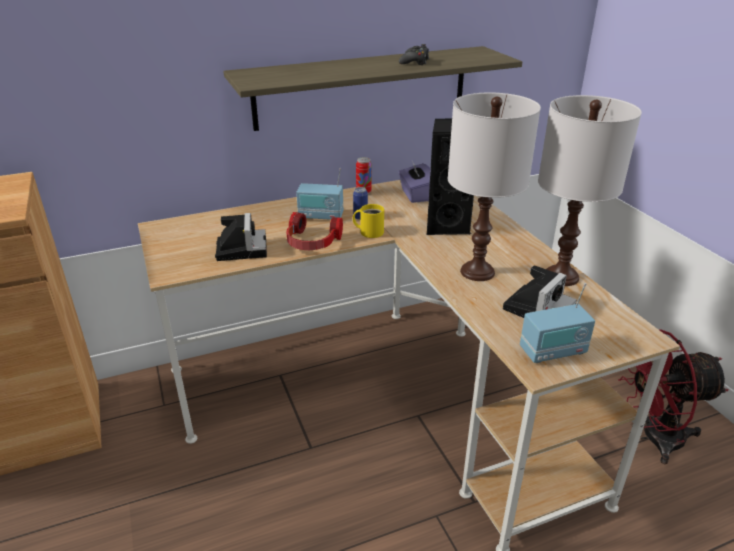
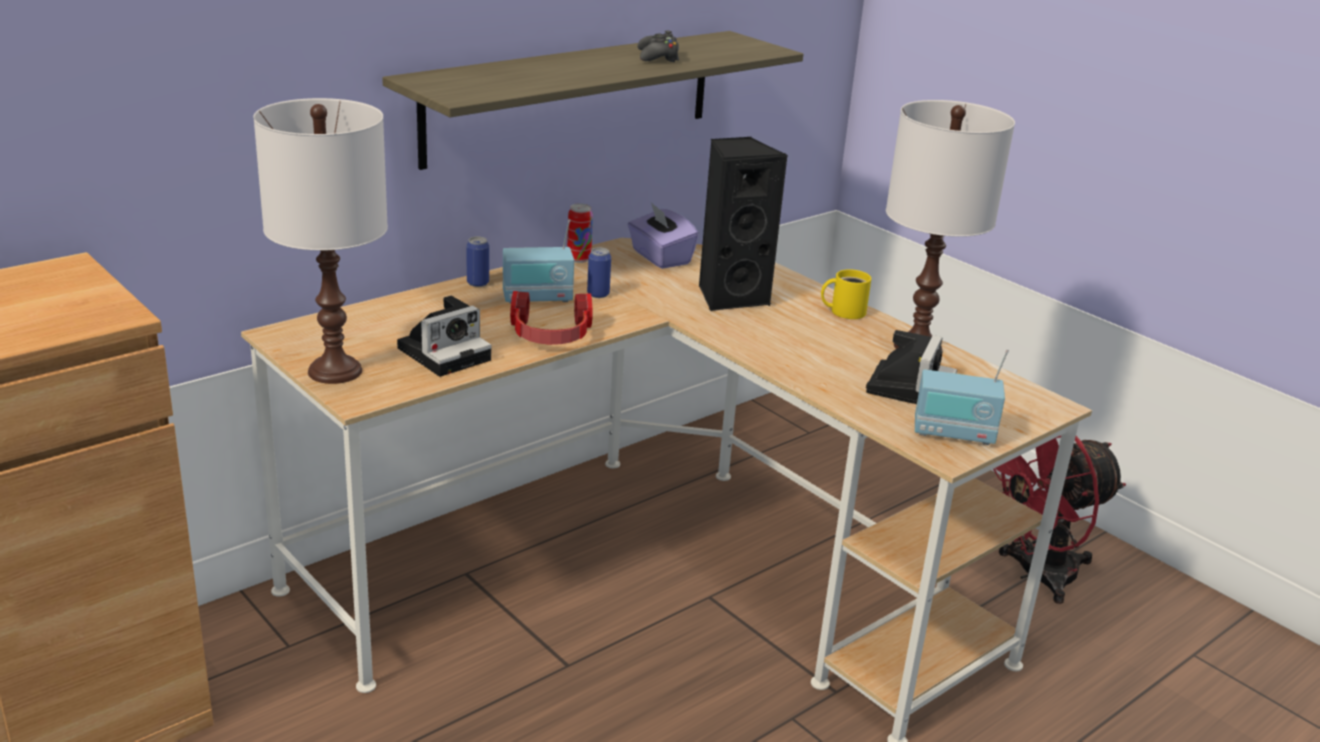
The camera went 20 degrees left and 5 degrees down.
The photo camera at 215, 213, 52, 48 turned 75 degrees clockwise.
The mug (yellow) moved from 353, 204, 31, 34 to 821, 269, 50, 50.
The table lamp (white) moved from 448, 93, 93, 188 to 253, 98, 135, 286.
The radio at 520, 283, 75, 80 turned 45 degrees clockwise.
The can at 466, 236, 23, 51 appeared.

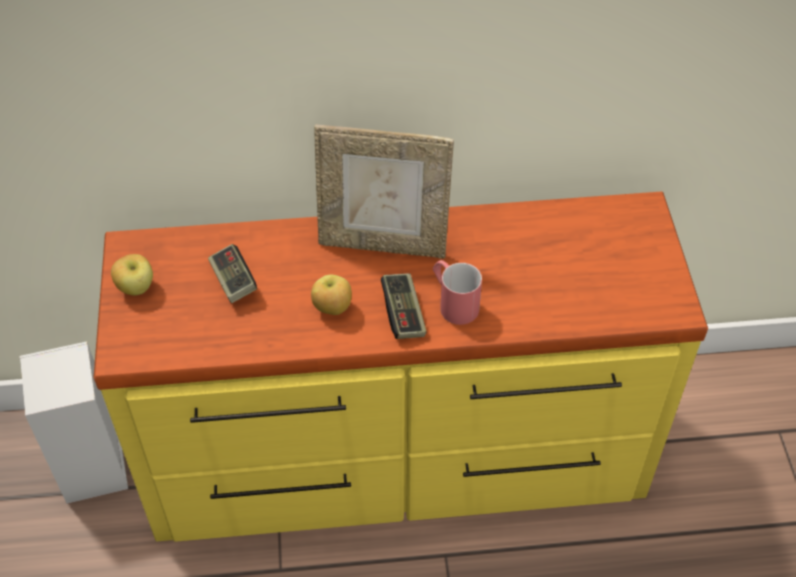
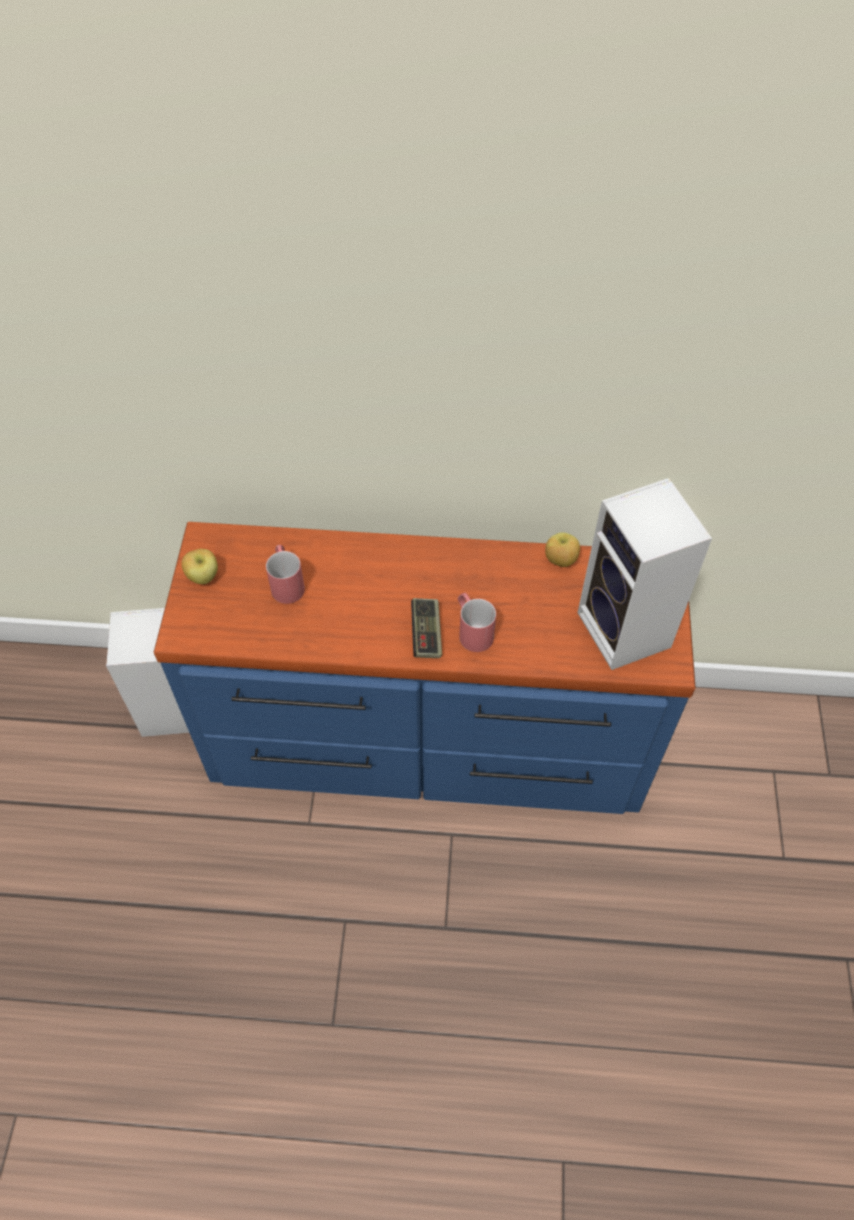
The camera went 10 degrees right and 5 degrees up.
The dresser (yellow) at 93, 191, 615, 351 became the dresser (blue) at 154, 522, 542, 292.
The game controller at 208, 244, 49, 59 was replaced by the mug (red) at 266, 545, 39, 59.
The apple moved from 311, 275, 41, 40 to 545, 532, 35, 35.
The picture frame at 314, 124, 140, 135 disappeared.
The speaker at 577, 478, 135, 192 appeared.

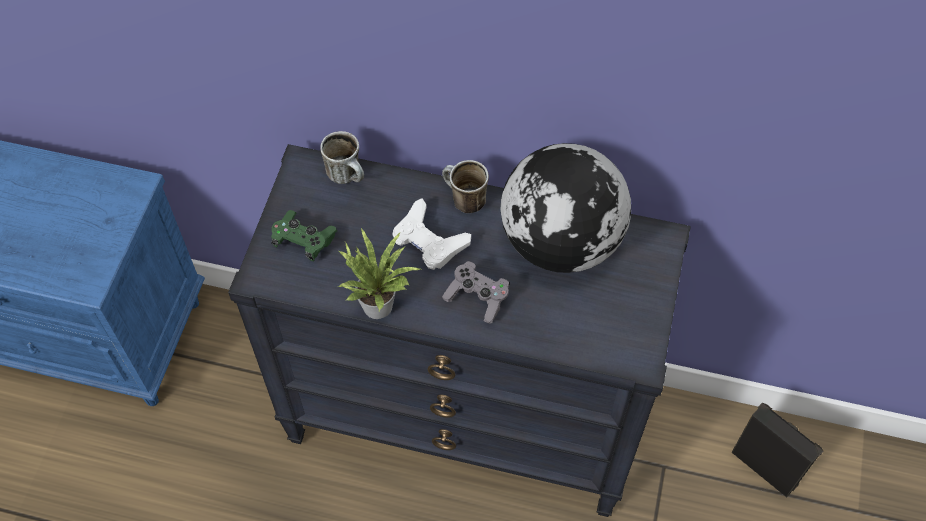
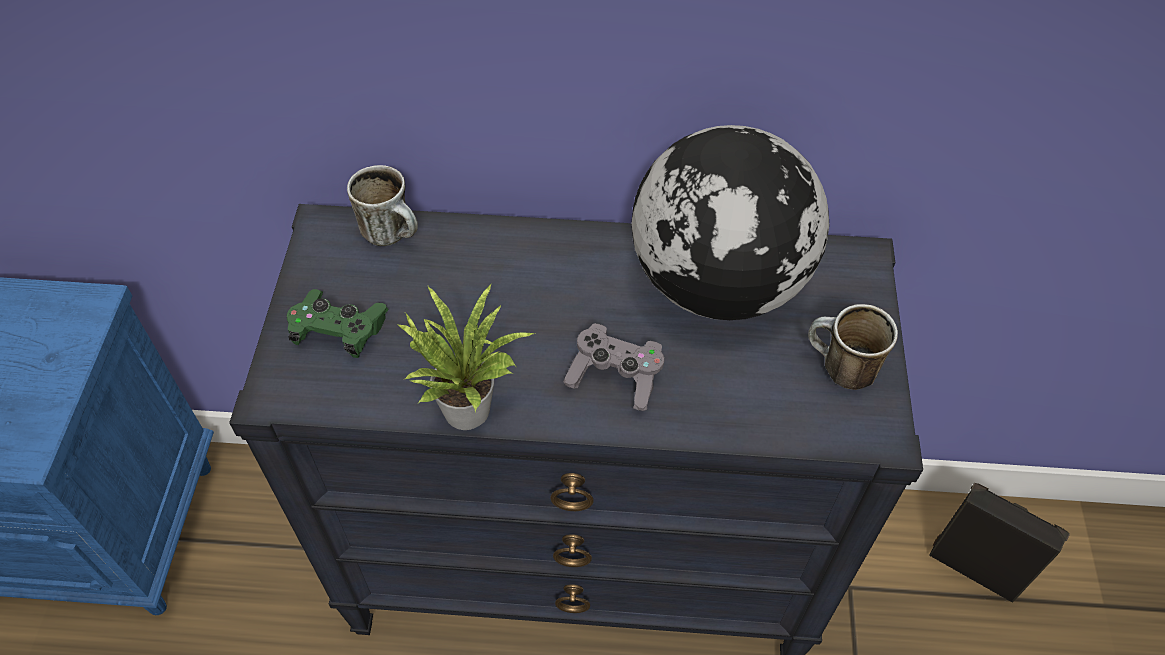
The camera went 10 degrees left and 5 degrees down.
The game controller (white) at 392, 198, 79, 72 disappeared.
The mug moved from 442, 160, 47, 53 to 808, 304, 90, 86.

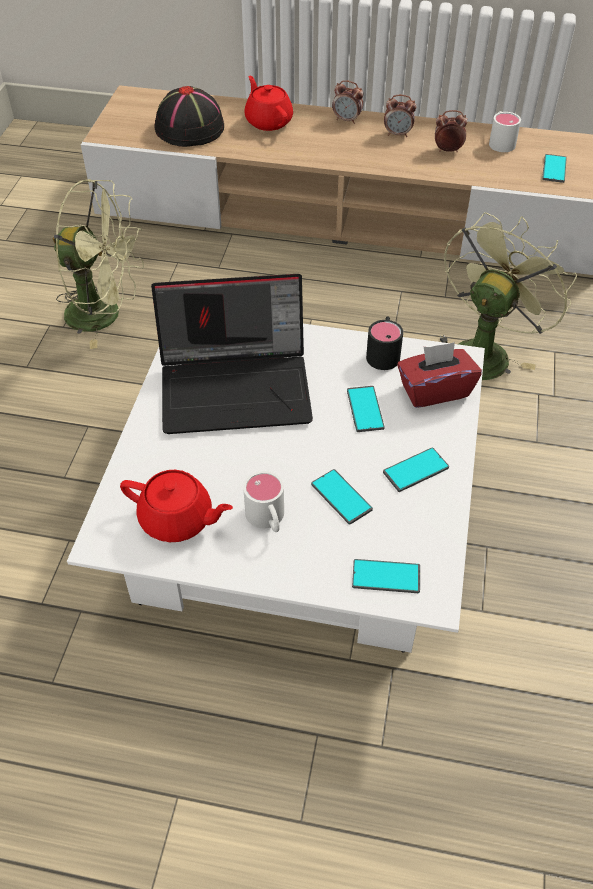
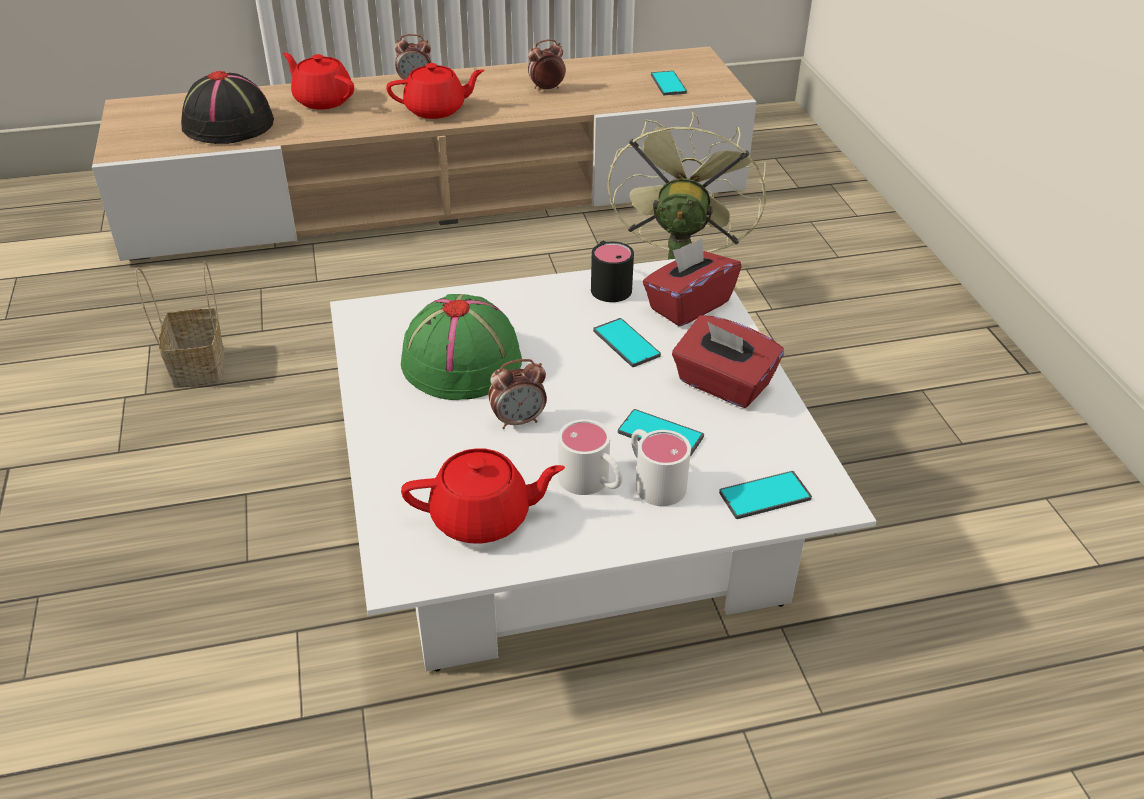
The camera went 25 degrees left and 10 degrees down.
The fan (green) at 53, 179, 91, 170 was replaced by the basket at 135, 261, 89, 127.
The laptop at 151, 274, 162, 160 was replaced by the hat (green) at 401, 294, 121, 106.
The phone at 383, 447, 66, 45 was replaced by the tissue box (red) at 672, 315, 112, 93.
The alarm clock moved from 384, 94, 33, 43 to 488, 359, 59, 70.
The mug (white) moved from 489, 111, 32, 41 to 631, 429, 60, 77.
The teapot (red) at 386, 63, 99, 56 appeared.

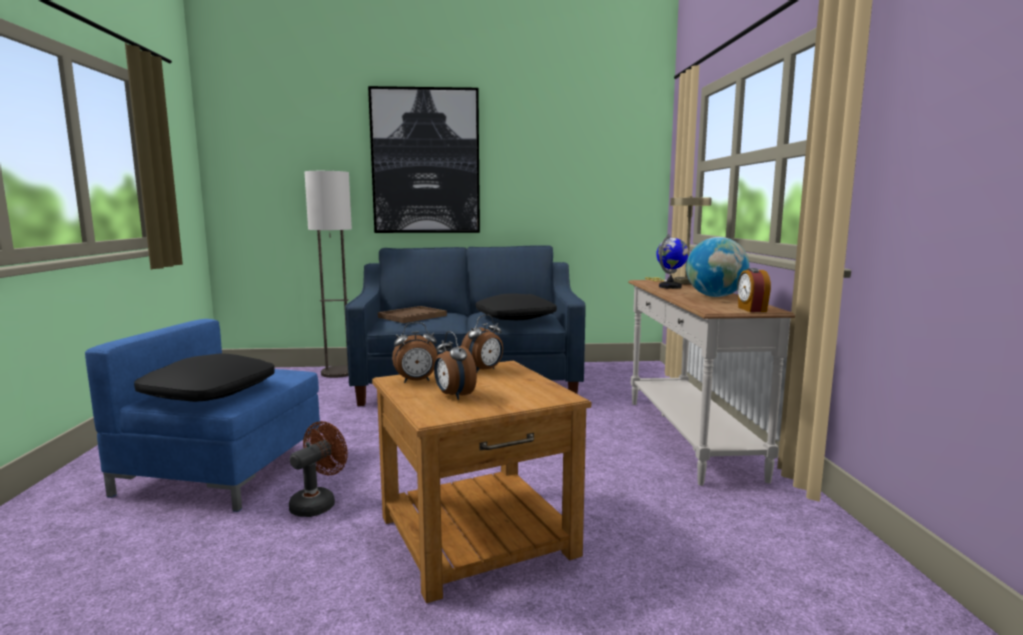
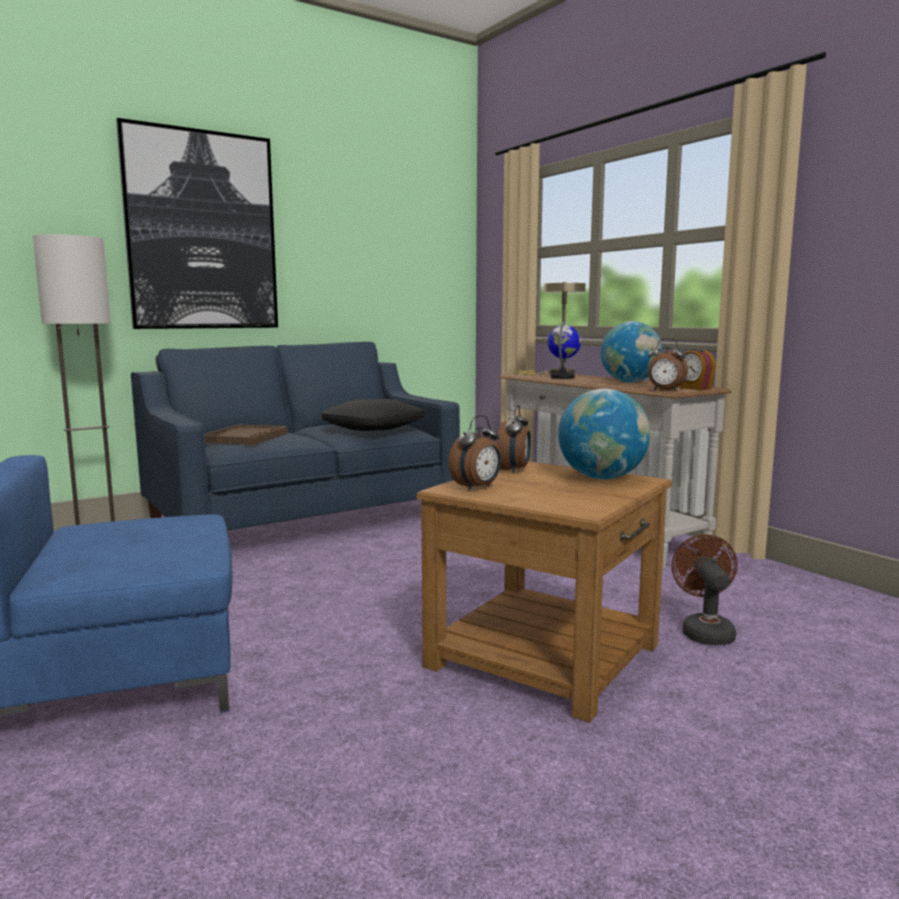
The camera went 30 degrees left and 0 degrees up.
The pillow (black) at 134, 353, 141, 49 disappeared.
The fan (brown) moved from 289, 421, 59, 96 to 672, 534, 66, 111.
The alarm clock moved from 434, 331, 43, 69 to 648, 338, 40, 53.
The globe at 558, 389, 93, 91 appeared.

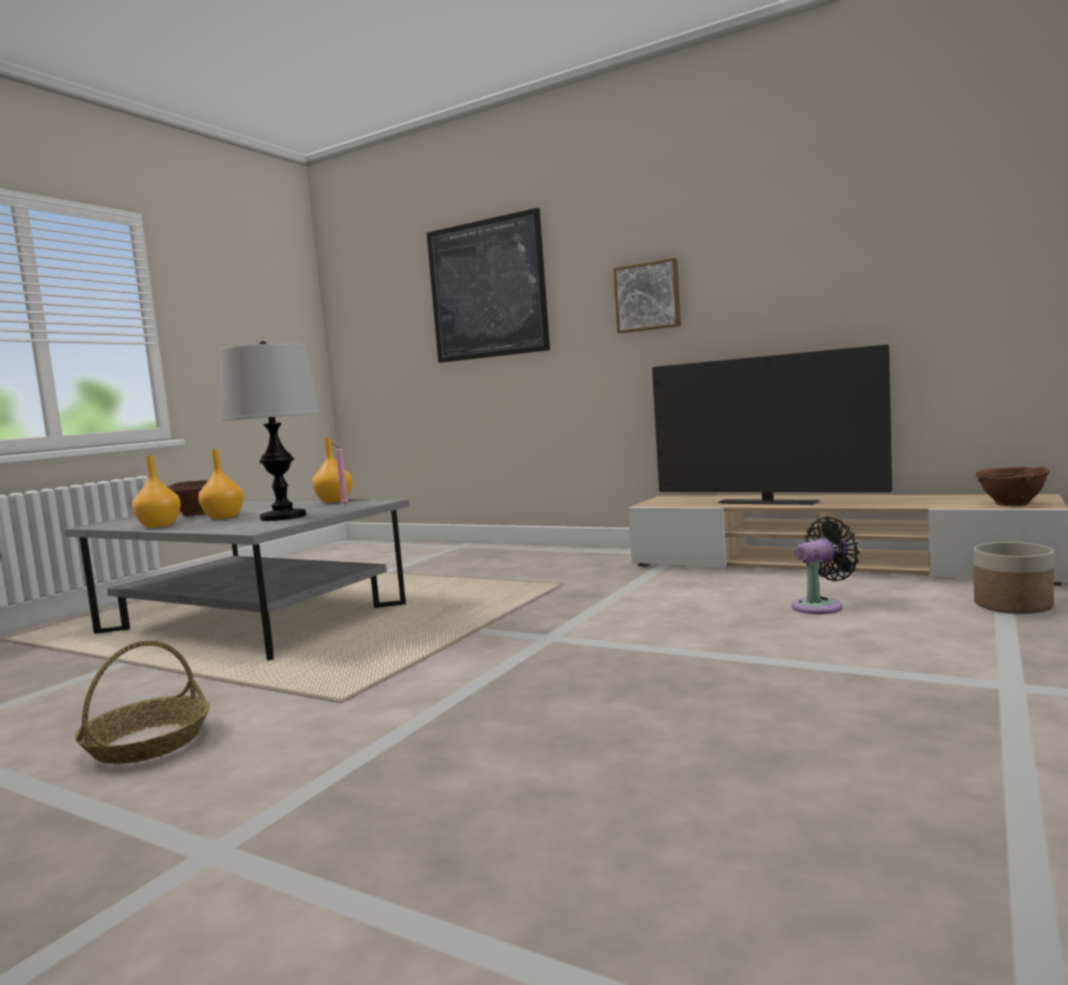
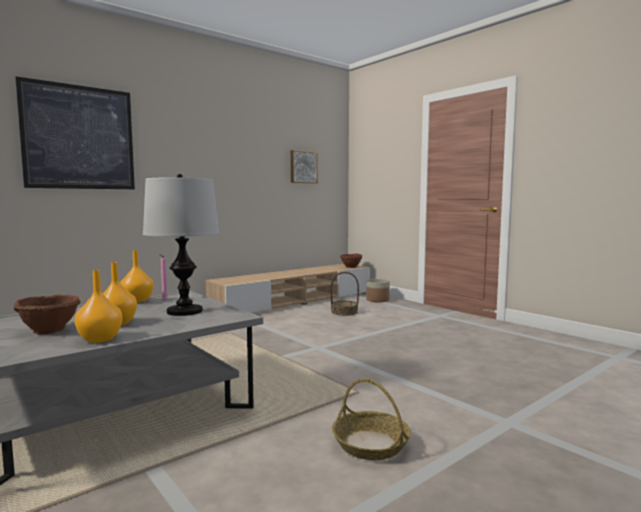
The camera went 70 degrees left and 0 degrees up.
The picture moved from 613, 258, 68, 75 to 291, 150, 27, 34.
The television at 652, 345, 240, 160 disappeared.
The fan (black) at 792, 517, 68, 97 was replaced by the basket at 330, 272, 29, 44.

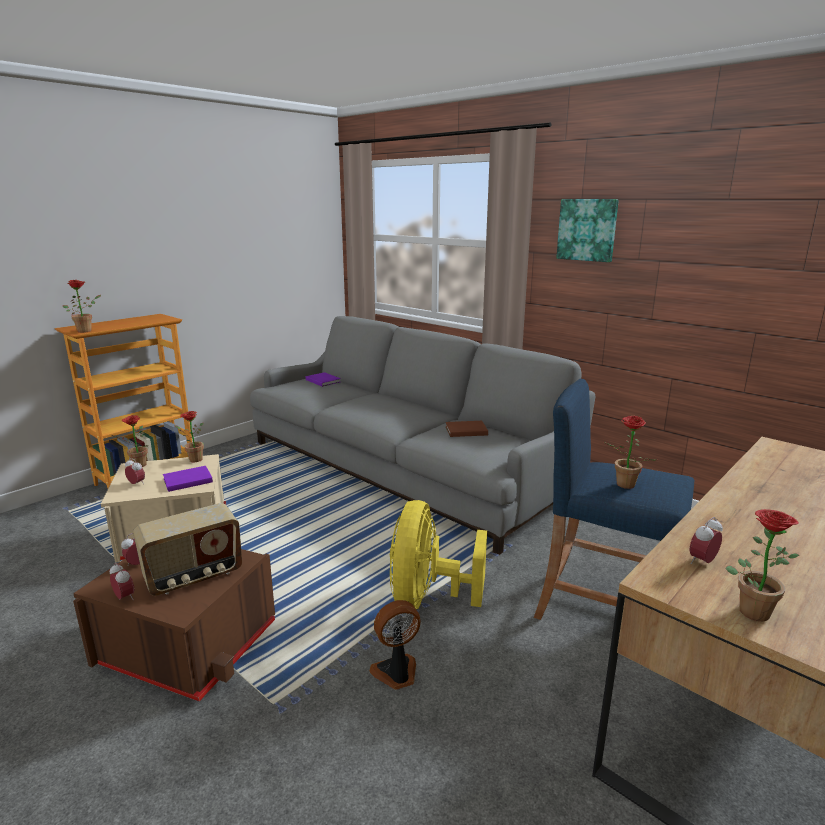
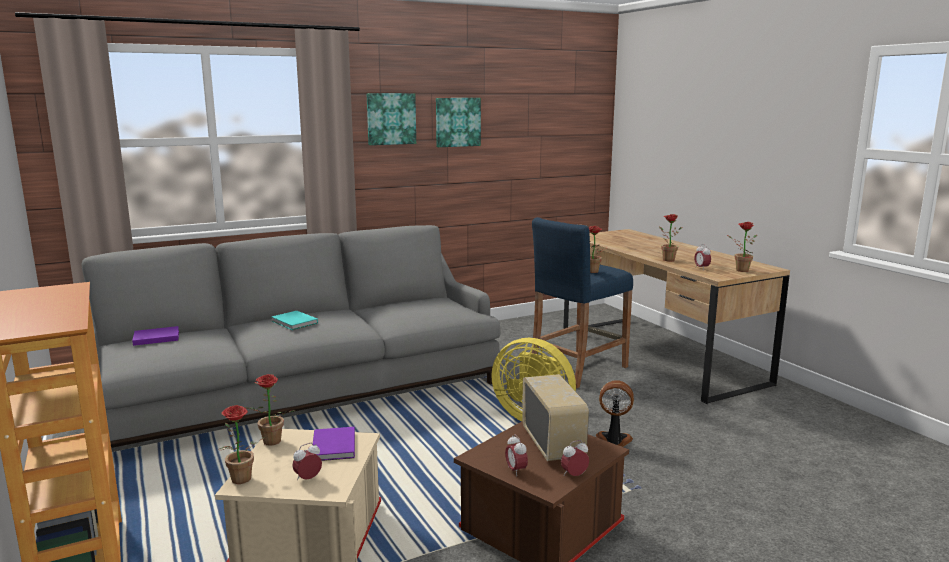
The camera went 70 degrees left and 5 degrees down.
The potted plant moved from 63, 280, 38, 53 to 659, 214, 23, 48.
The fan at 369, 600, 51, 90 turned 105 degrees clockwise.
The book (brown) at 445, 421, 43, 16 disappeared.
The book (turquoise) at 272, 311, 46, 19 appeared.
The picture at 436, 98, 45, 49 appeared.

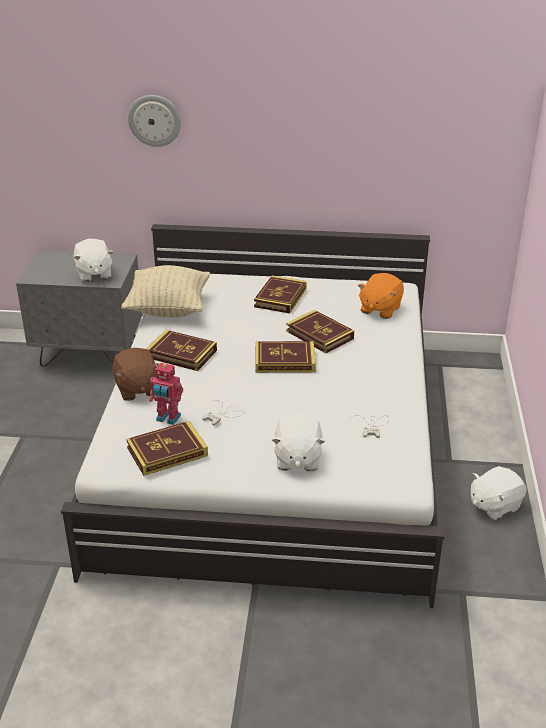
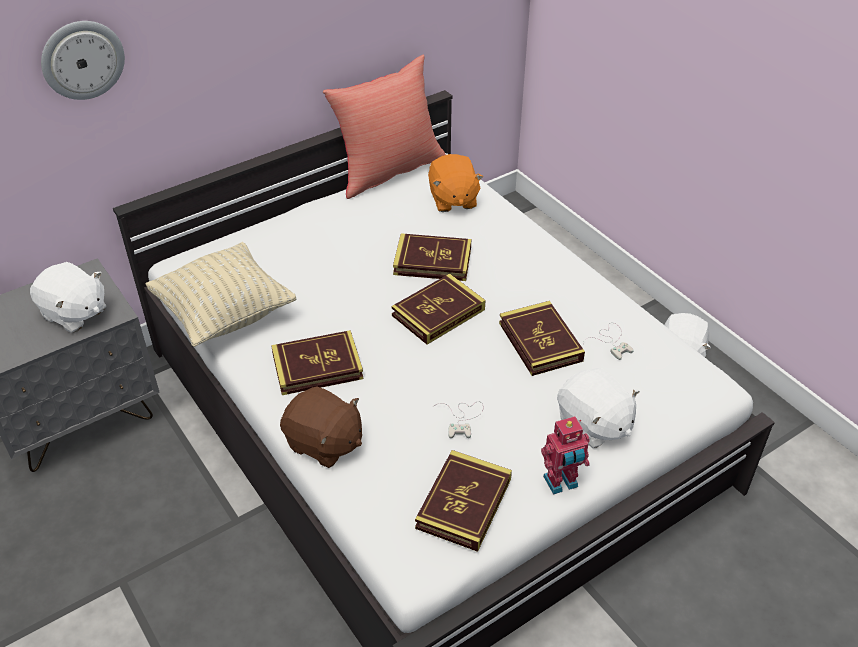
The camera went 40 degrees left and 10 degrees up.
The toy robot moved from 149, 363, 34, 62 to 541, 416, 49, 79.
The book moved from 254, 275, 53, 39 to 499, 301, 86, 75.
The pillow (red) at 323, 55, 123, 144 appeared.

